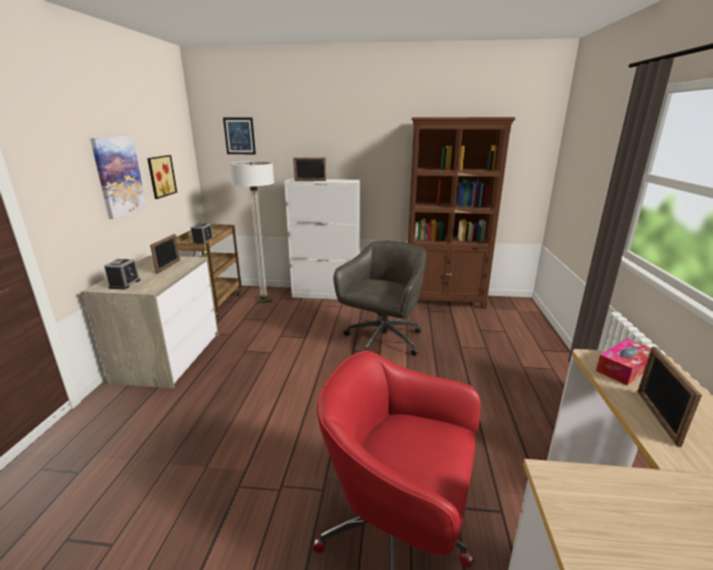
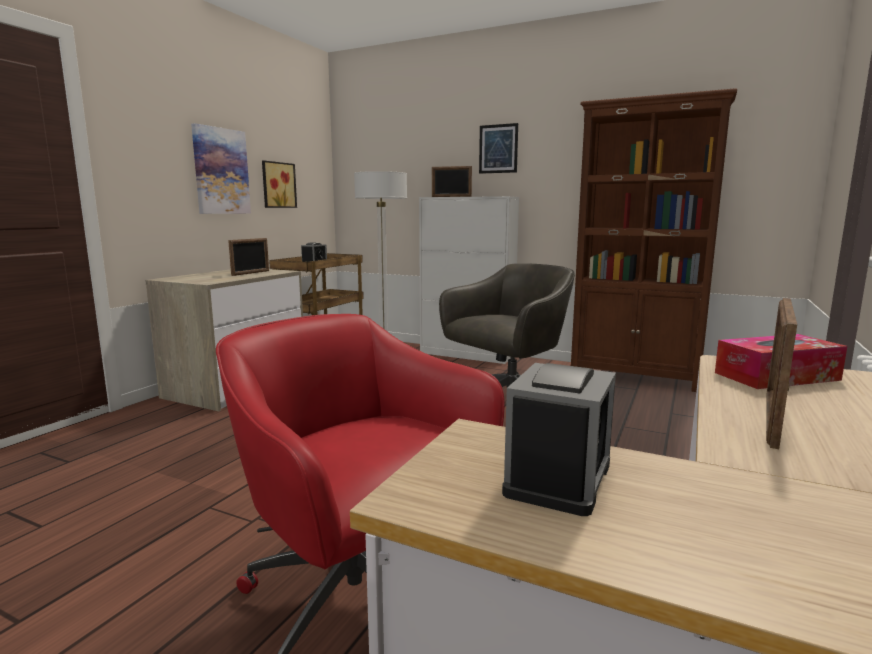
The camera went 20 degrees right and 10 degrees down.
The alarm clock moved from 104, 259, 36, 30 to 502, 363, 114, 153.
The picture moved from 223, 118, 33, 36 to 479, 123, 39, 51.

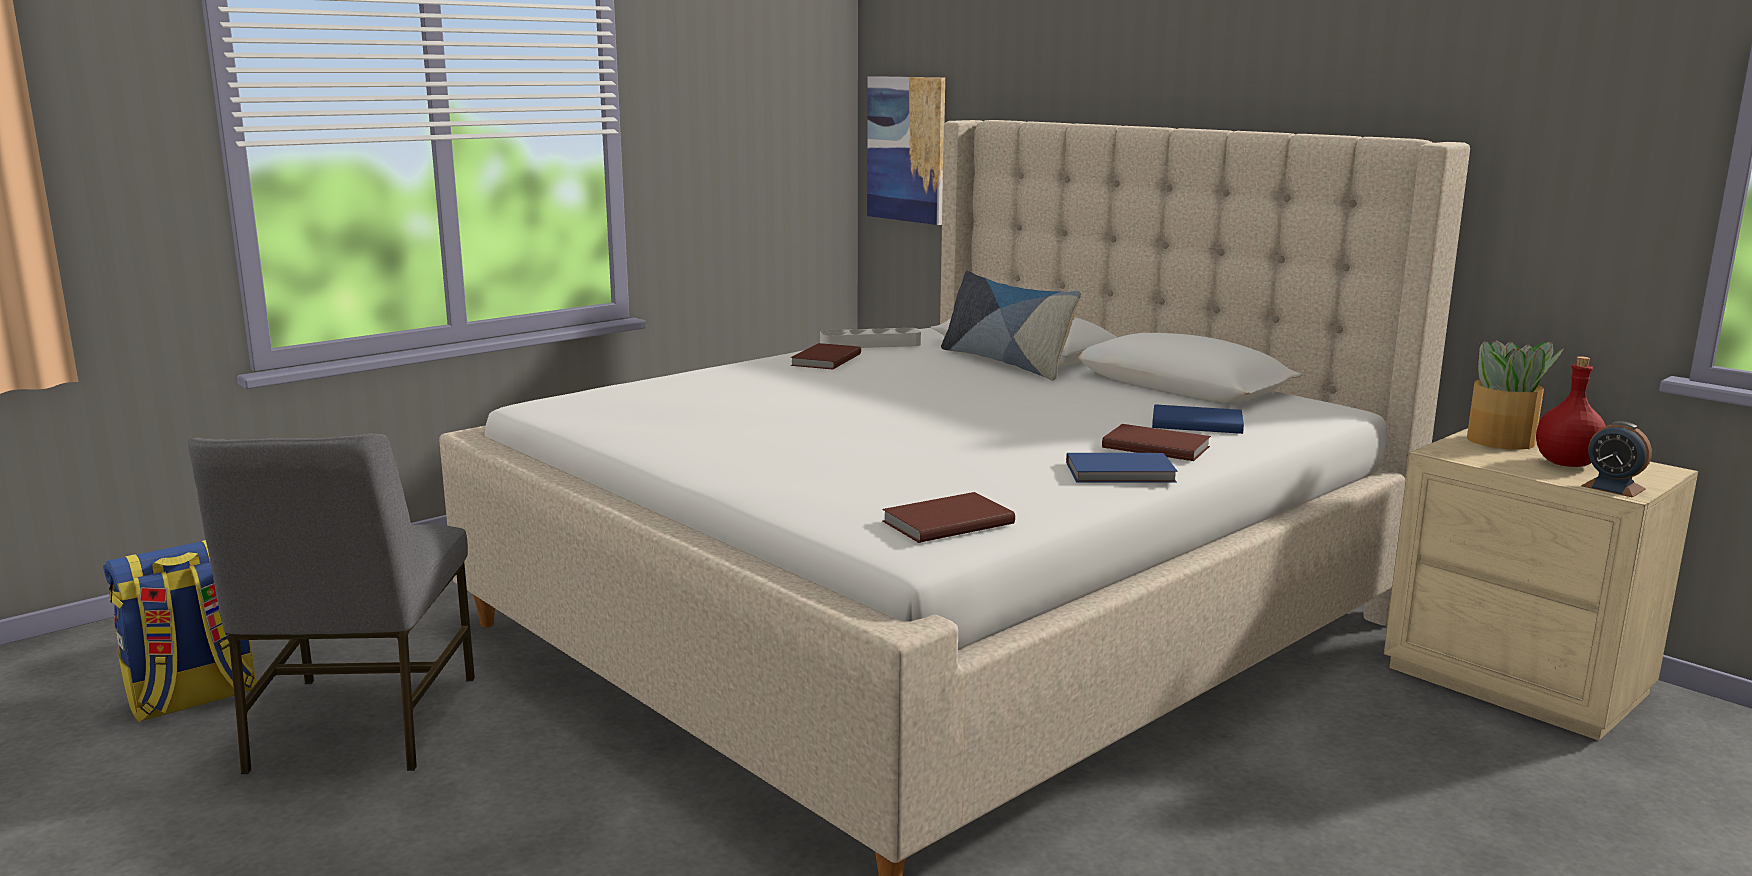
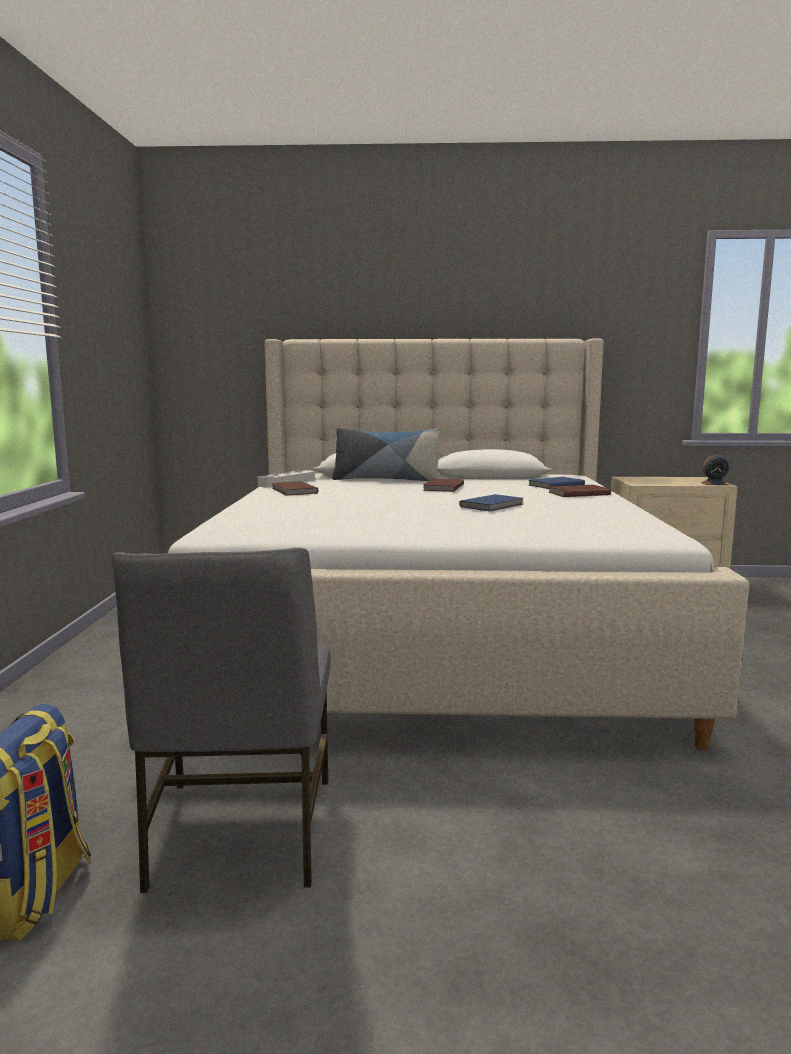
The camera went 45 degrees left and 5 degrees down.
The chair (grey) at 188, 433, 287, 341 turned 45 degrees clockwise.
The picture at 867, 76, 78, 149 disappeared.
The book (brown) moved from 882, 492, 133, 51 to 423, 478, 41, 14.
The book (blue) moved from 1066, 453, 112, 30 to 459, 494, 65, 18.
The potted plant at 1467, 340, 96, 110 disappeared.
The bottle (red) at 1536, 356, 70, 111 disappeared.

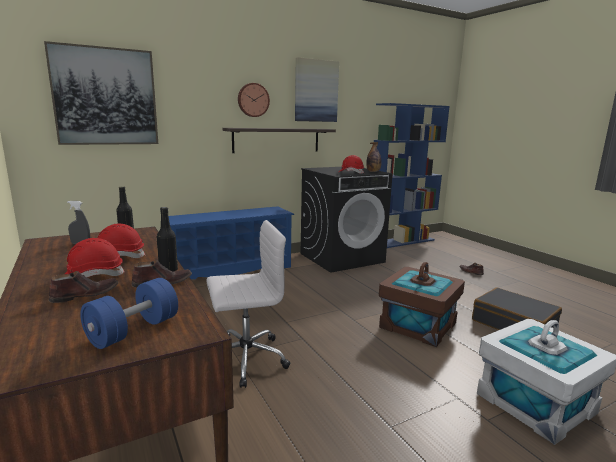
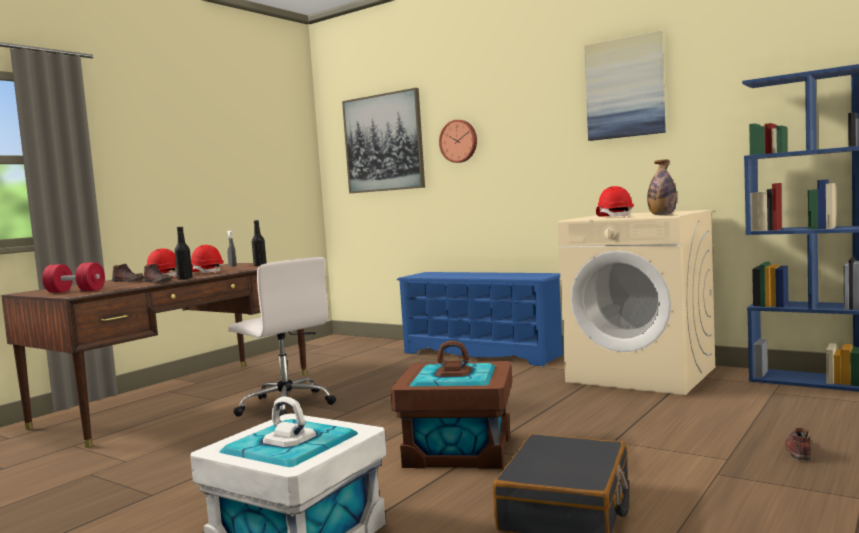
The camera went 65 degrees right and 10 degrees down.
The dumbbell (blue) at 80, 278, 98, 71 became the dumbbell (red) at 42, 262, 63, 31.
The shelf at 222, 128, 114, 25 disappeared.
The wall clock moved from 238, 83, 32, 34 to 439, 120, 38, 43.
The washing machine (black) at 300, 167, 93, 106 became the washing machine (beige) at 558, 210, 157, 185.

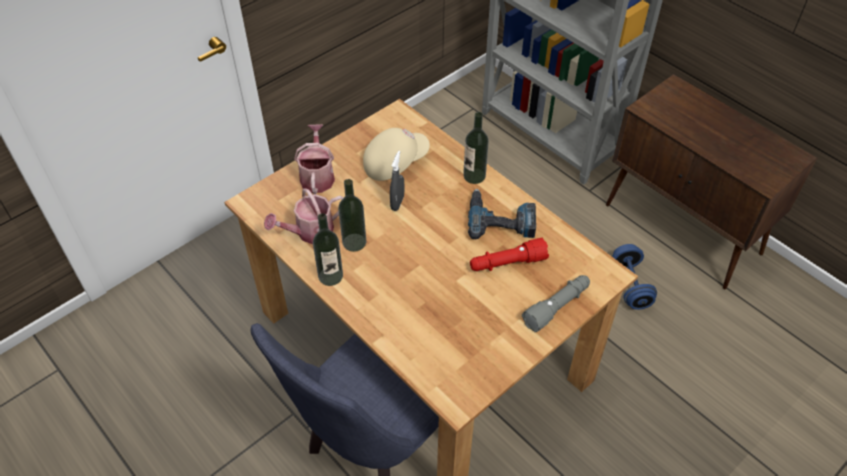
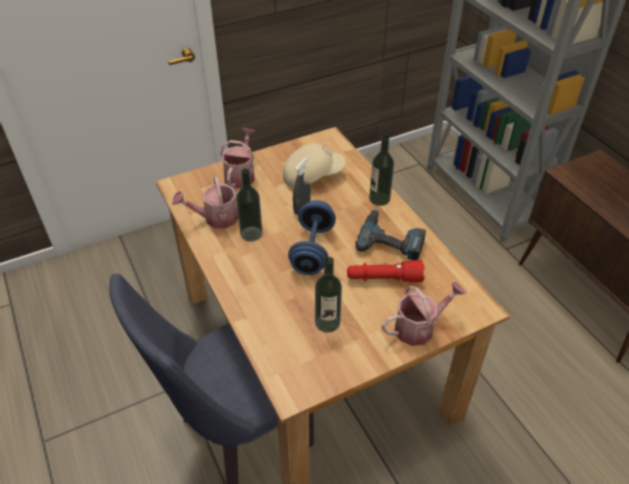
The camera went 15 degrees right and 5 degrees down.
The bottle moved from 313, 213, 30, 73 to 315, 257, 27, 76.
The flashlight (grey) at 522, 275, 68, 57 was replaced by the watering can at 382, 282, 84, 64.
The dumbbell (blue) moved from 612, 244, 45, 66 to 288, 200, 48, 75.

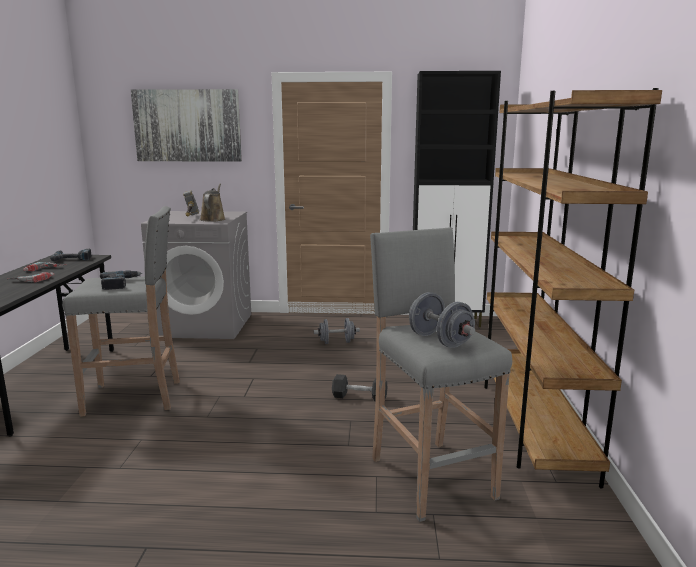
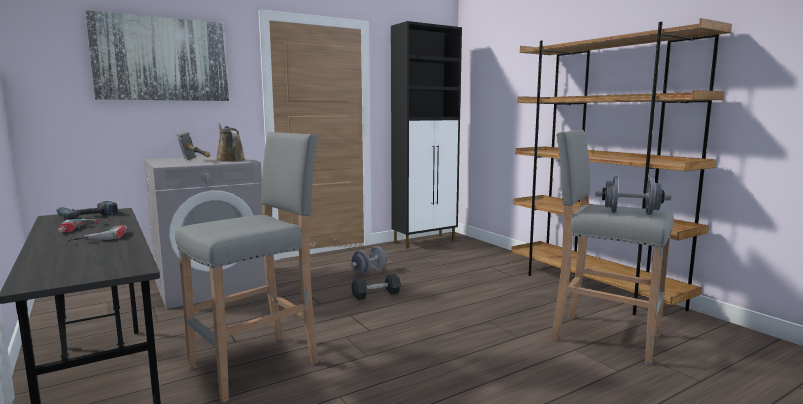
The camera went 35 degrees left and 5 degrees down.
The power drill at 100, 270, 42, 20 disappeared.
The dumbbell (black) moved from 332, 374, 55, 27 to 351, 273, 50, 27.

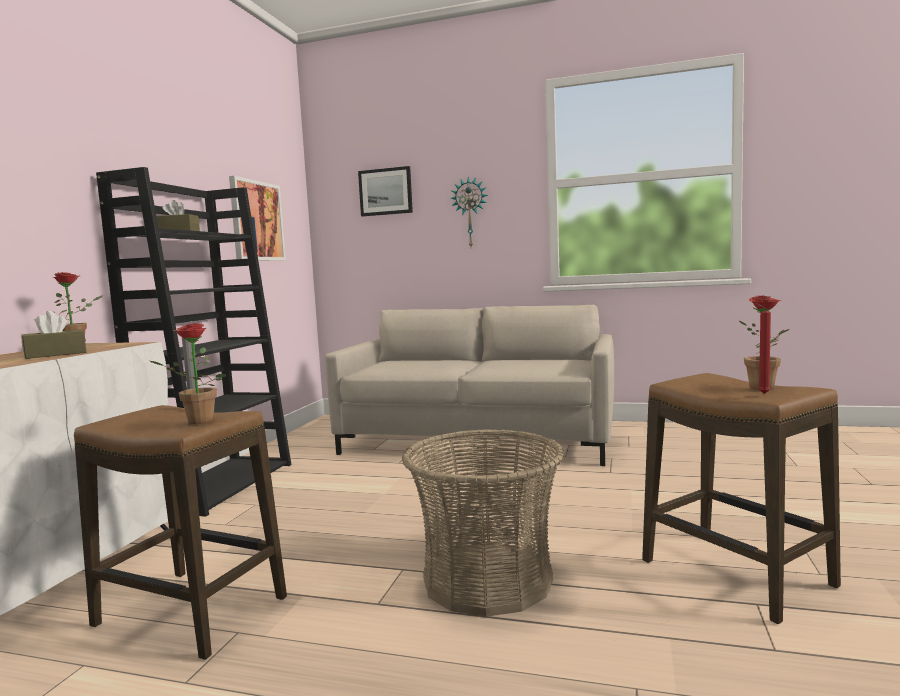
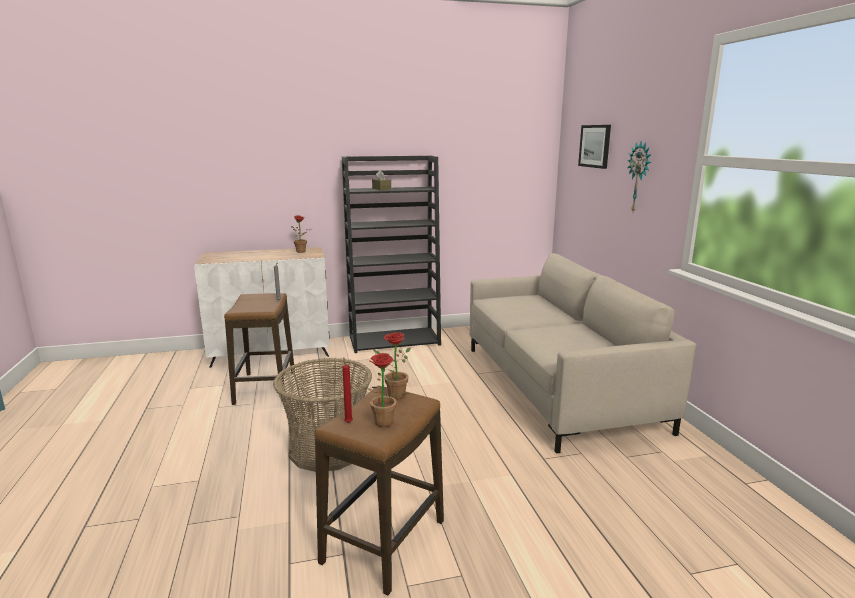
The camera went 60 degrees right and 10 degrees up.
The tissue box (brown) at 21, 311, 65, 48 disappeared.
The potted plant moved from 150, 323, 76, 101 to 373, 332, 38, 68.
The picture at 229, 176, 57, 85 disappeared.

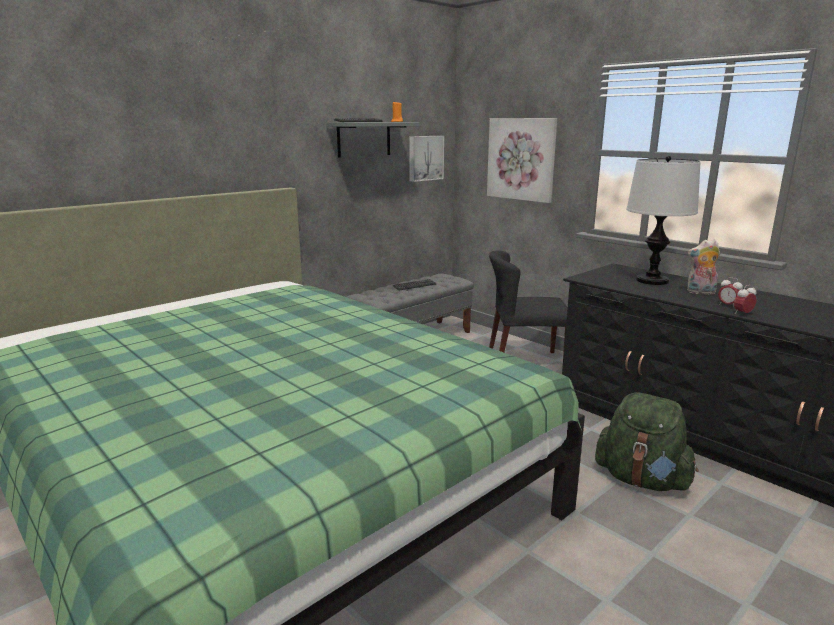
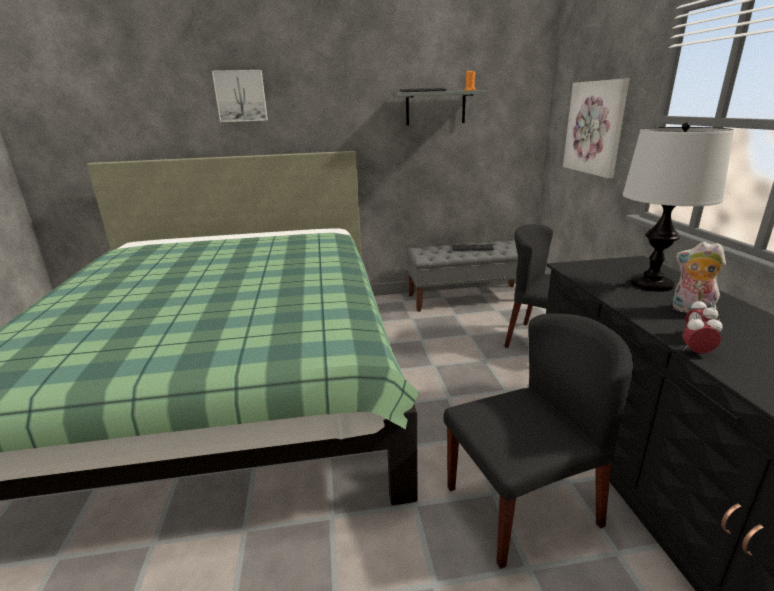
The camera went 35 degrees right and 5 degrees up.
The picture moved from 409, 136, 35, 46 to 212, 70, 56, 52.
The backpack (green) at 595, 392, 104, 99 was replaced by the chair (black) at 443, 313, 190, 256.

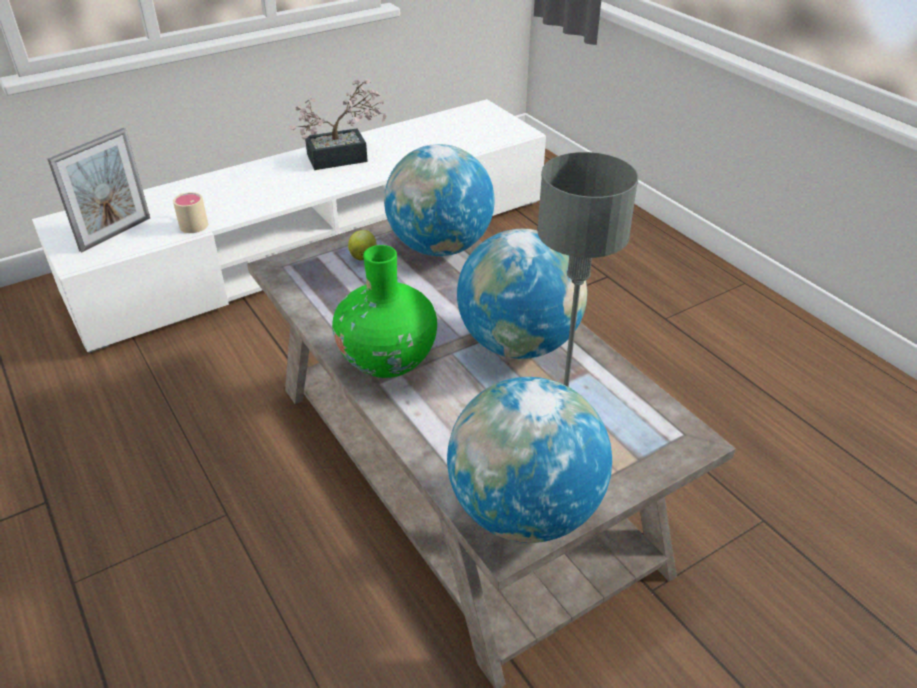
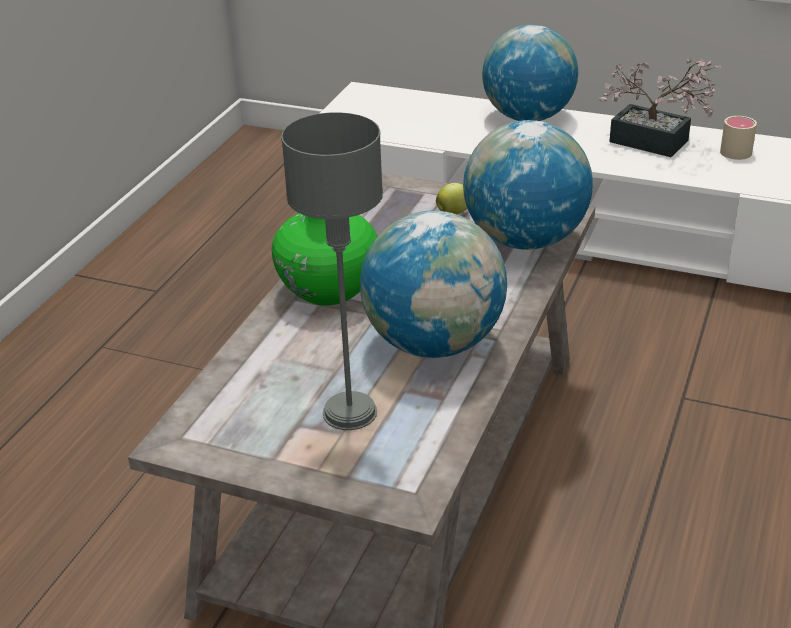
The camera went 55 degrees right and 5 degrees down.
The picture frame at 47, 128, 103, 124 disappeared.
The mug (beige) moved from 173, 192, 35, 41 to 720, 116, 37, 44.
The globe moved from 447, 377, 165, 166 to 482, 25, 96, 96.

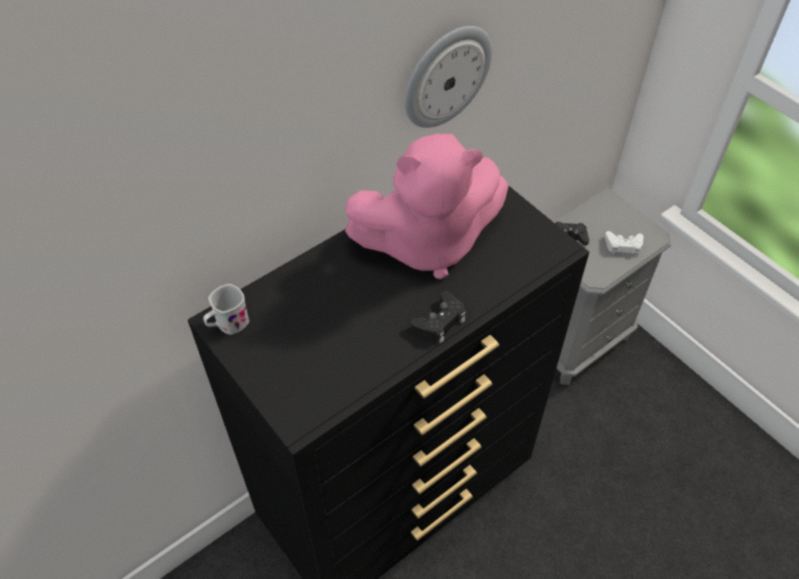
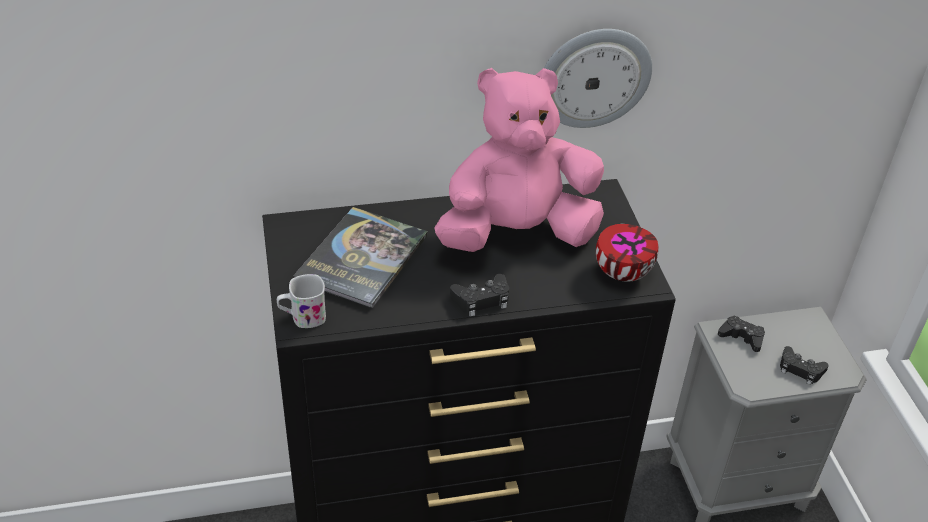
The camera went 25 degrees right and 10 degrees down.
The mug (white) moved from 203, 284, 46, 51 to 277, 274, 49, 54.
The plush toy (pink) at 345, 134, 164, 145 turned 150 degrees clockwise.
The game controller (white) at 605, 231, 39, 25 became the game controller (black) at 780, 346, 49, 39.
The book at 293, 207, 135, 101 appeared.
The bowl at 596, 224, 63, 58 appeared.

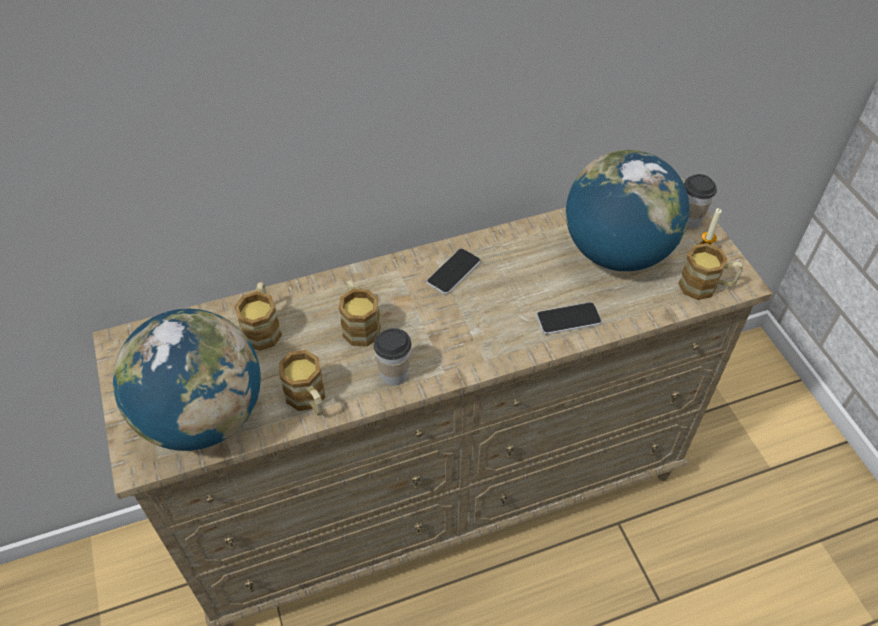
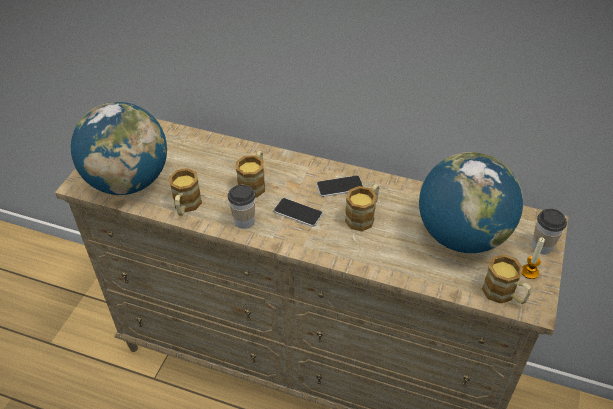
The camera went 40 degrees right and 5 degrees down.
The mug moved from 234, 282, 48, 69 to 345, 184, 34, 47.
The phone moved from 536, 302, 66, 33 to 274, 198, 49, 29.

